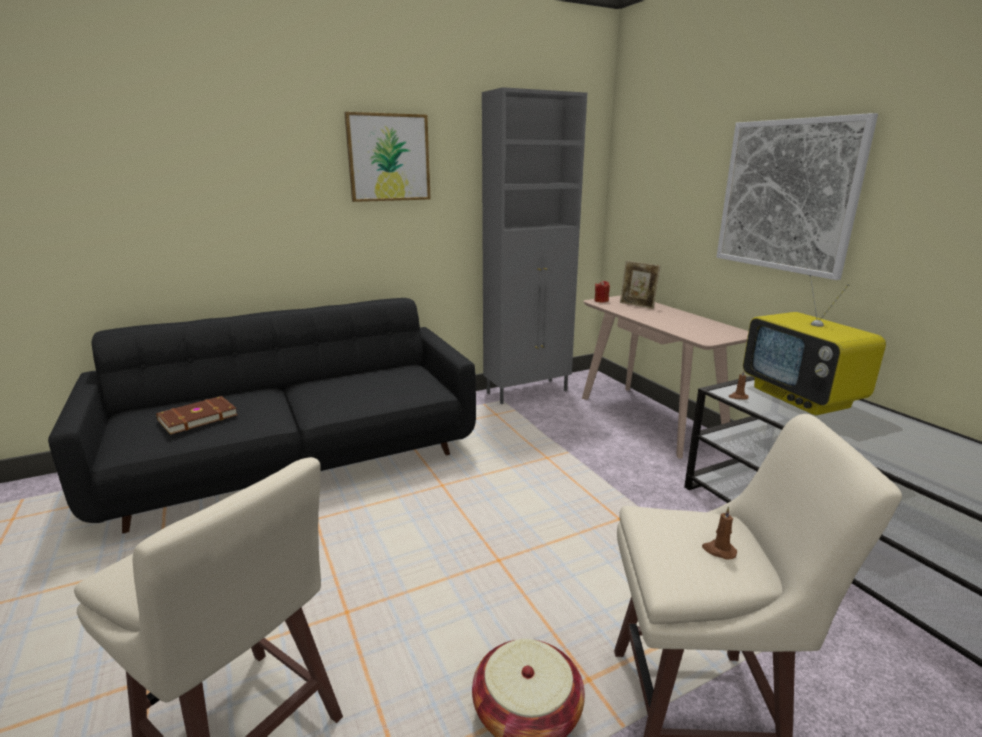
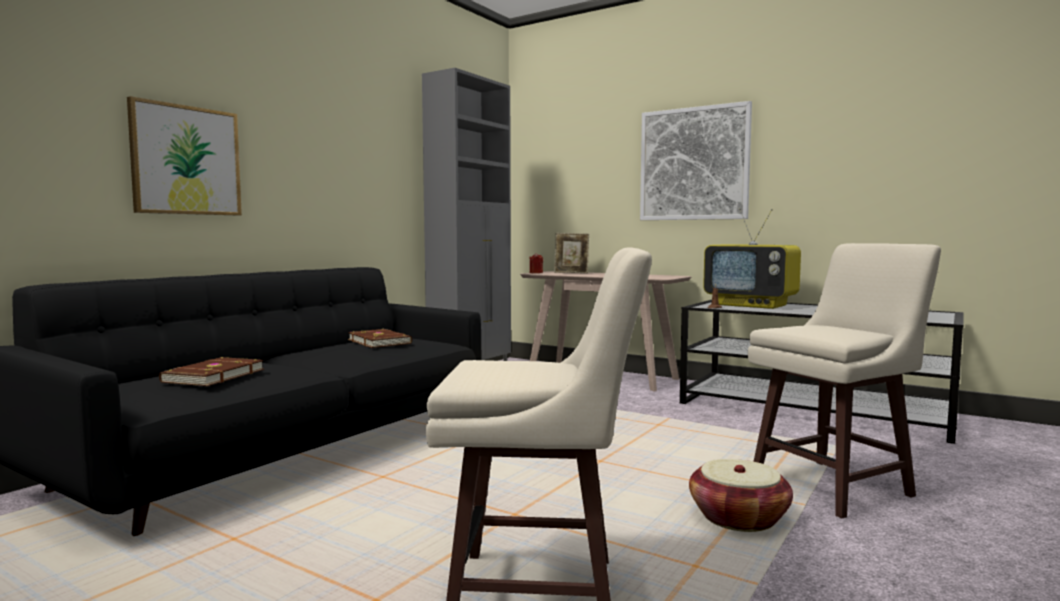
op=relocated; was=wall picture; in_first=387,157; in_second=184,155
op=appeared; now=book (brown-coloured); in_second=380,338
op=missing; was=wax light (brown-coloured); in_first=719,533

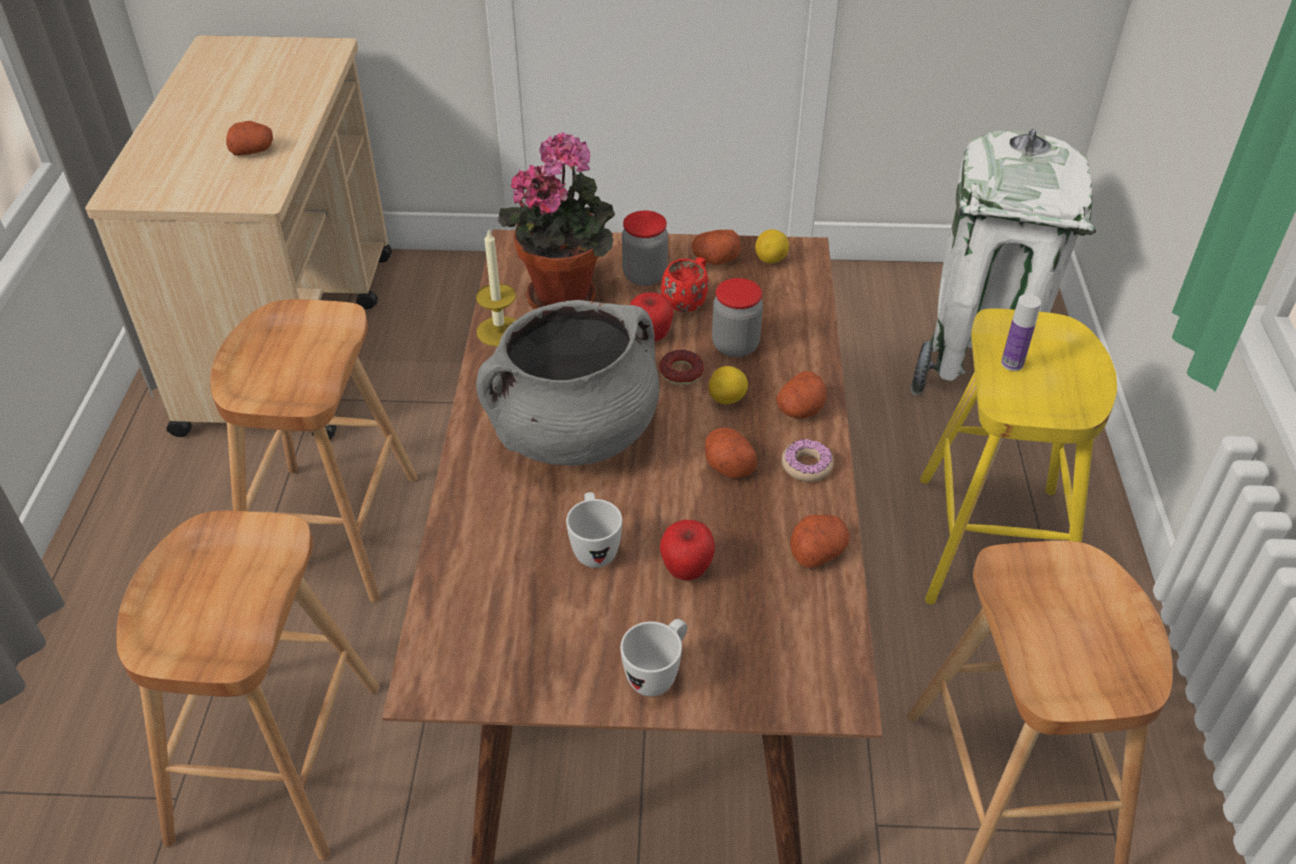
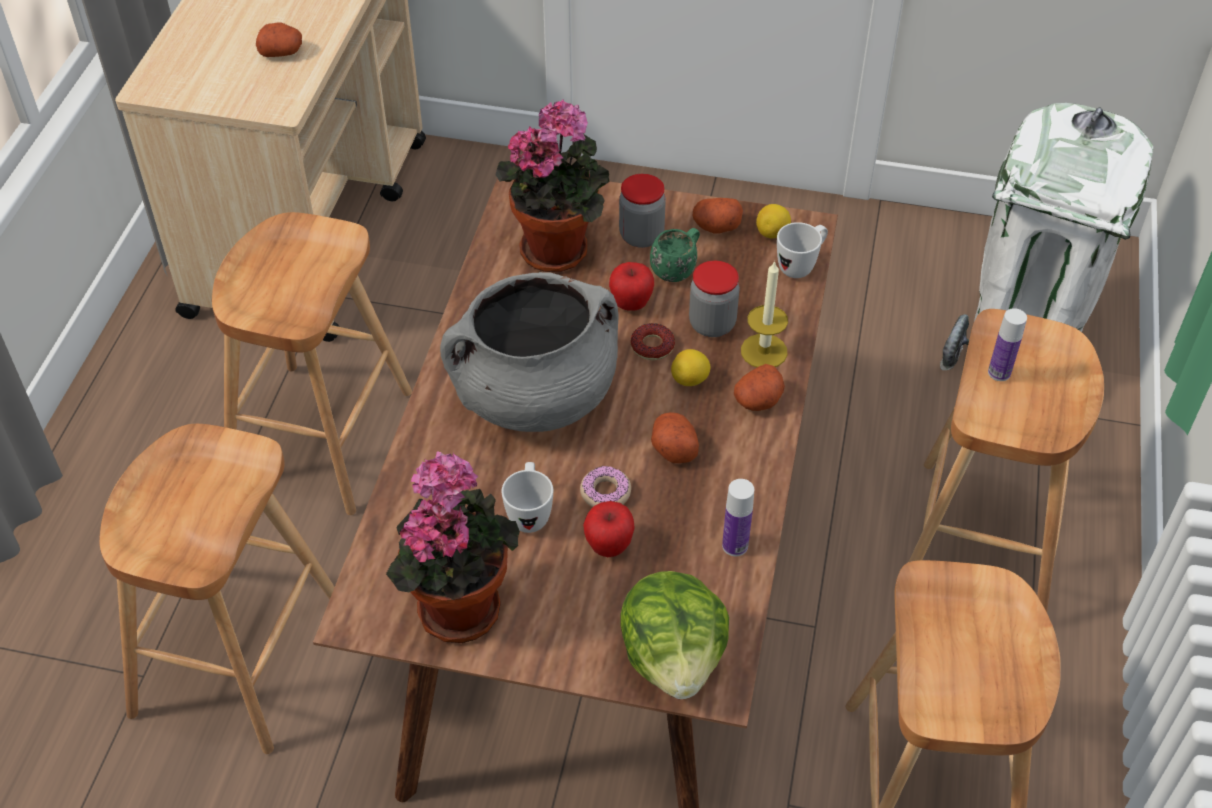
op=appeared; now=potted plant; in_second=453,547
op=relocated; was=donut; in_first=807,460; in_second=605,486
op=appeared; now=head of lettuce; in_second=675,635
op=colour; was=mug (red-coloured); now=mug (green-coloured); in_first=685,284; in_second=675,255
op=exchanged; was=spud; now=bottle; in_first=819,541; in_second=738,517
op=relocated; was=wax light; in_first=496,287; in_second=764,313
op=relocated; was=mug (white); in_first=653,658; in_second=802,250
op=colour; was=stool seat (yellow); now=stool seat (brown-coloured); in_first=1018,456; in_second=1006,460

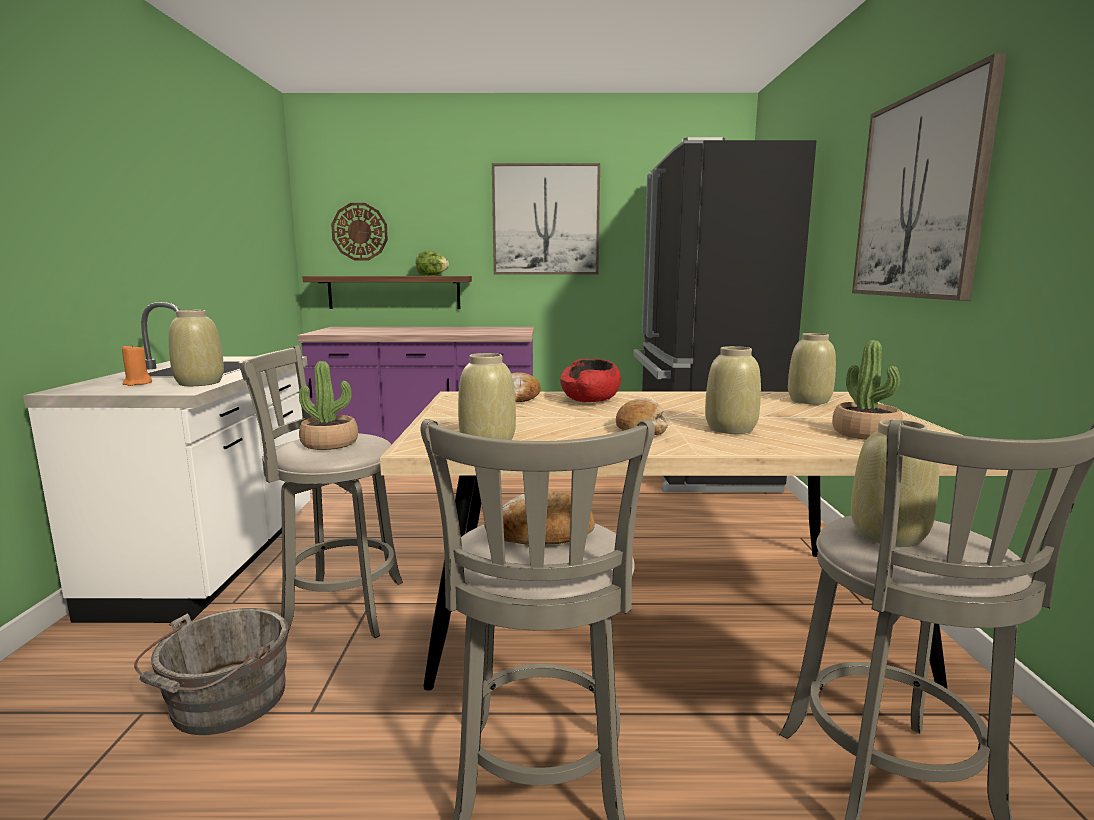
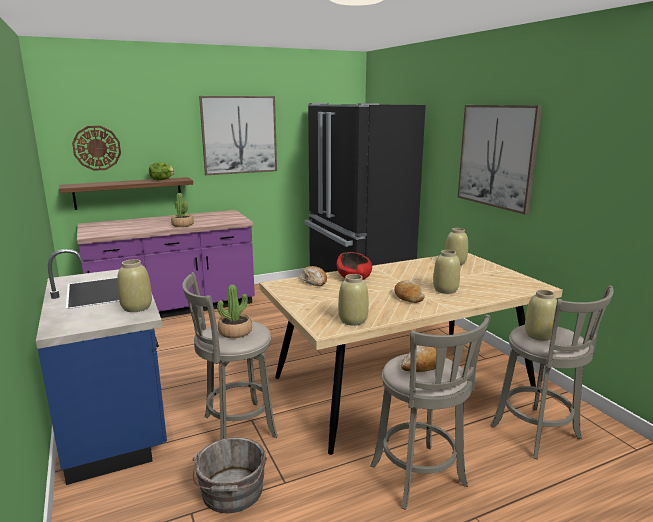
op=colour; was=counter (white); now=counter (bluish); in_first=167,462; in_second=101,367
op=relocated; was=potted plant; in_first=867,390; in_second=182,210
op=missing; was=wax light (orange); in_first=137,365

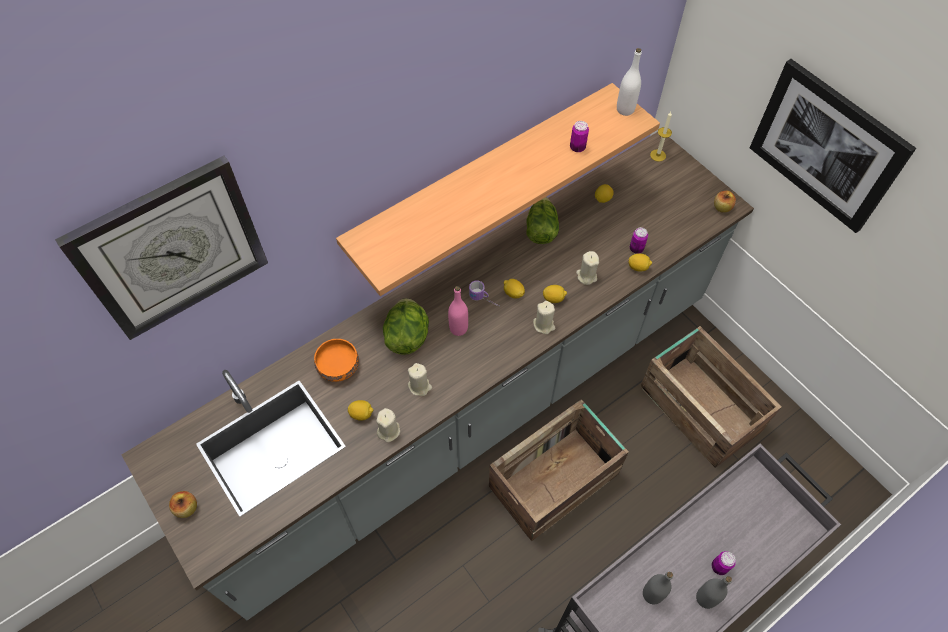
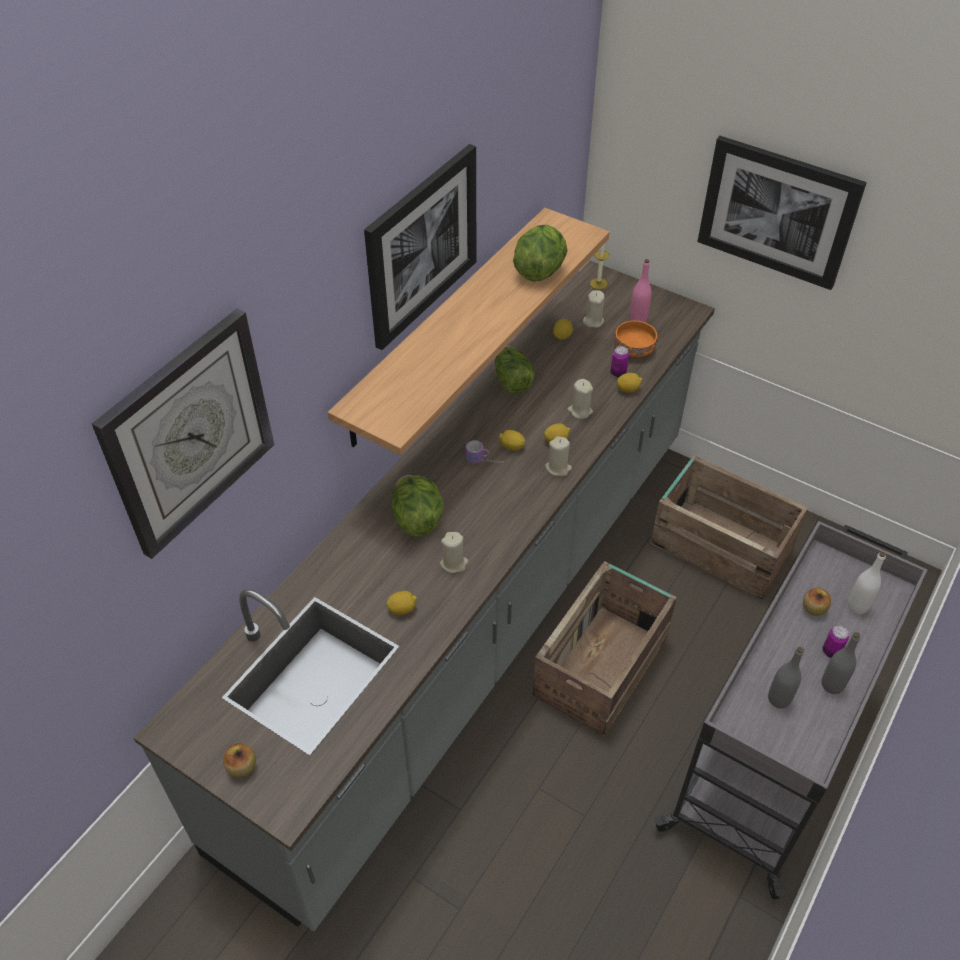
op=appeared; now=wall picture; in_second=420,247
op=exchanged; was=sealed can; now=head of lettuce; in_first=579,136; in_second=540,253
op=relocated; was=wax light (sand-coloured); in_first=388,425; in_second=594,309
op=relocated; was=bowl (orange); in_first=336,360; in_second=635,339
op=relocated; was=bottle (pinkish); in_first=458,311; in_second=641,291
op=relocated; was=apple; in_first=725,202; in_second=817,601
op=relocated; was=bottle (white); in_first=629,82; in_second=866,583

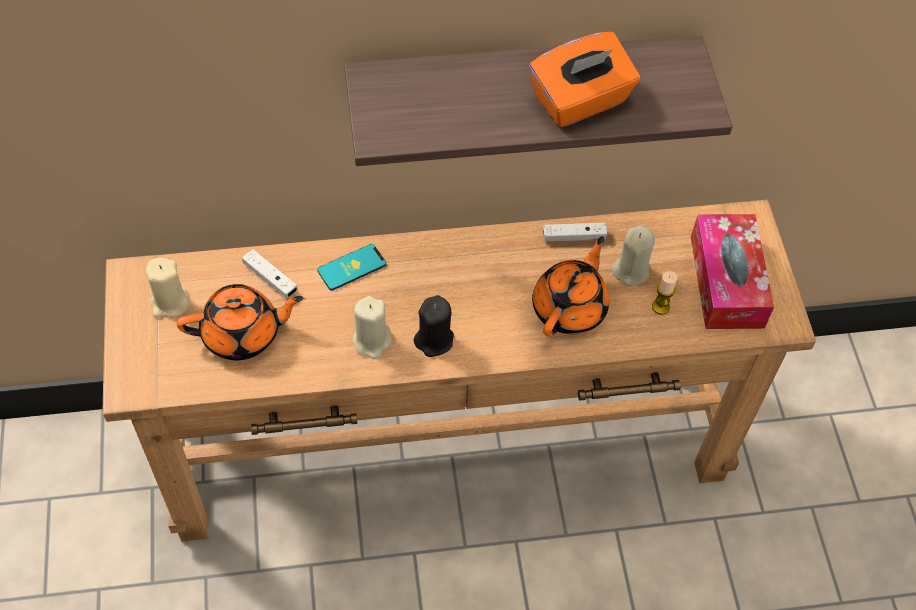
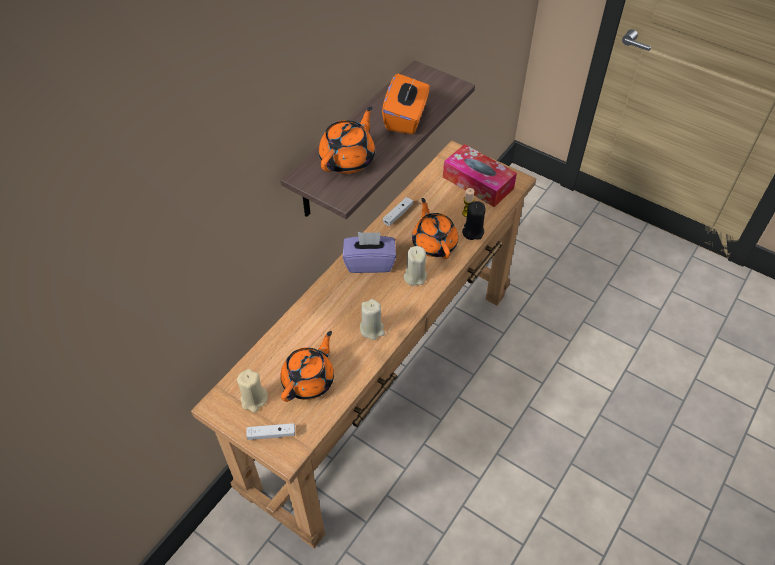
op=relocated; was=joypad (white); in_first=270,273; in_second=270,431
op=appeared; now=pot for tea (orange); in_second=347,140
op=appeared; now=box of tissues (purple-coloured); in_second=369,252
op=relocated; was=wax light (sand-coloured); in_first=633,256; in_second=415,266
op=relocated; was=wax light (blackish); in_first=434,326; in_second=474,220
op=missing; was=handset; in_first=351,267

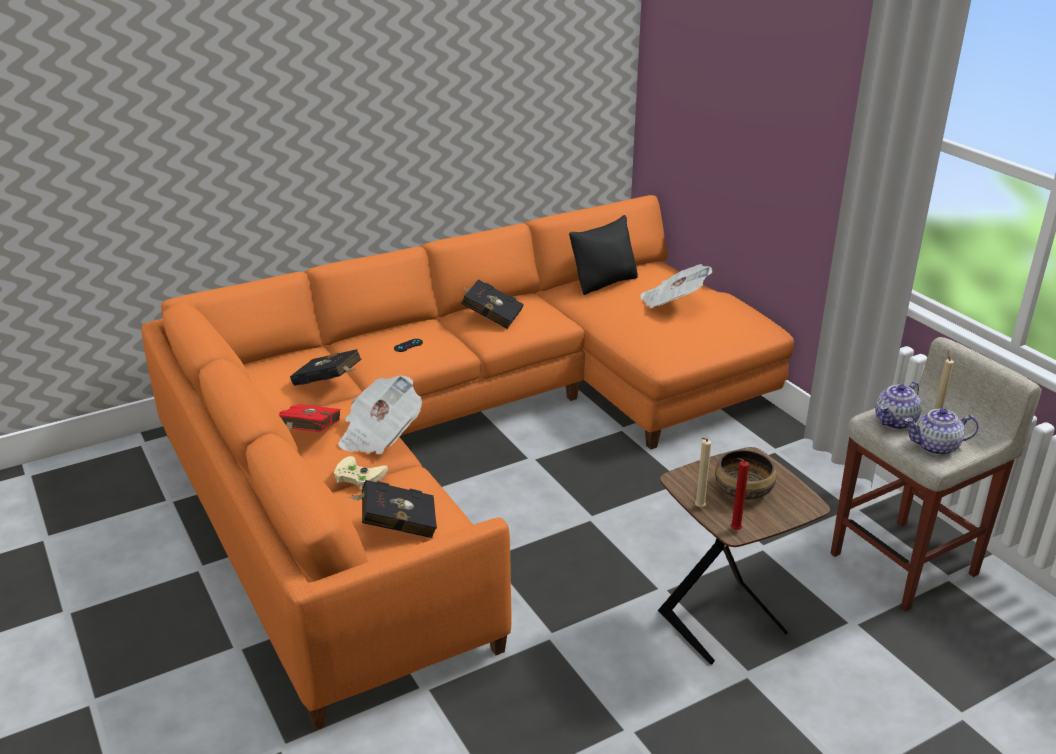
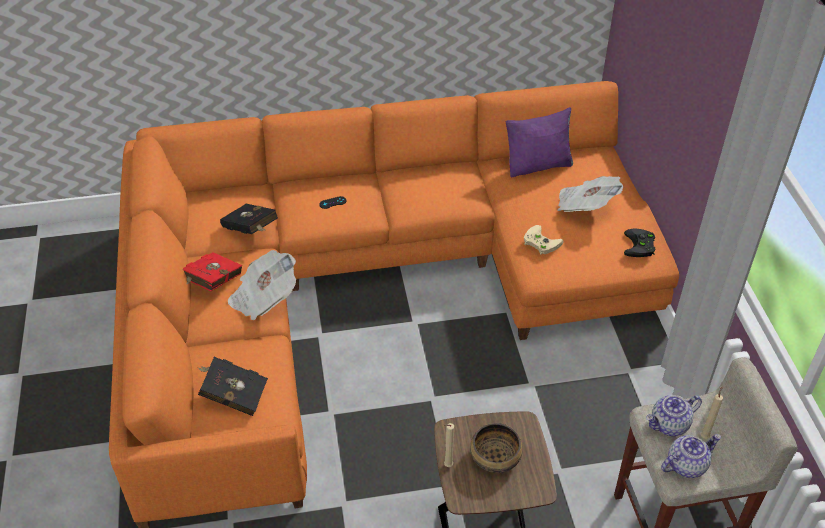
op=colour; was=throw pillow (blackish); now=throw pillow (purple-coloured); in_first=603,255; in_second=539,142
op=relocated; was=joypad (sand-coloured); in_first=361,473; in_second=544,240
op=appeared; now=joypad (blackish); in_second=639,242
op=spun; was=pot for tea; in_first=941,431; in_second=691,456; clockwise=135
op=missing; was=book (blackish); in_first=492,304
op=missing; was=wax light (red-coloured); in_first=740,494

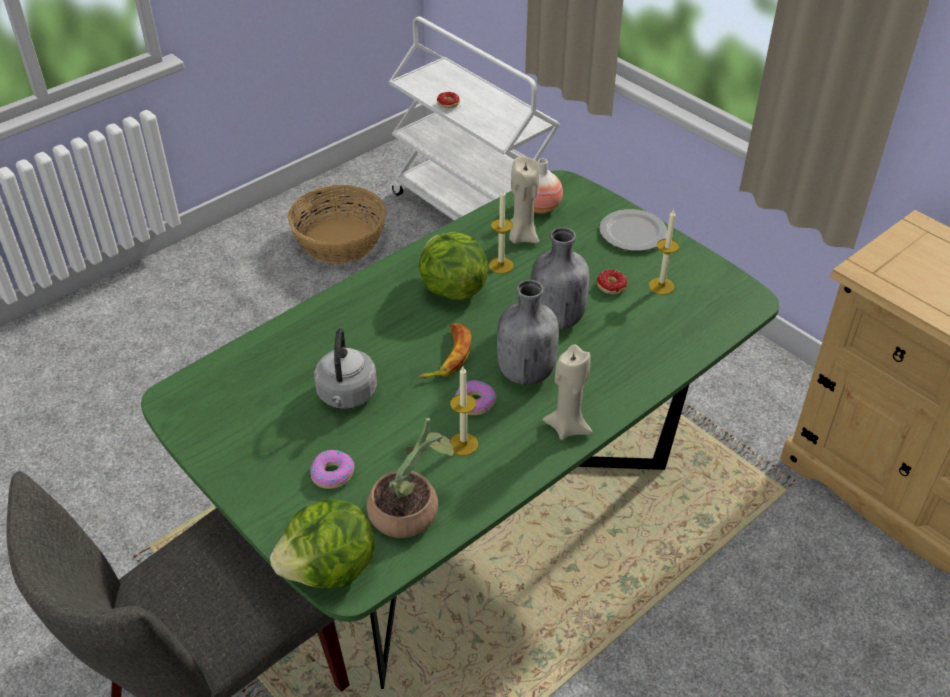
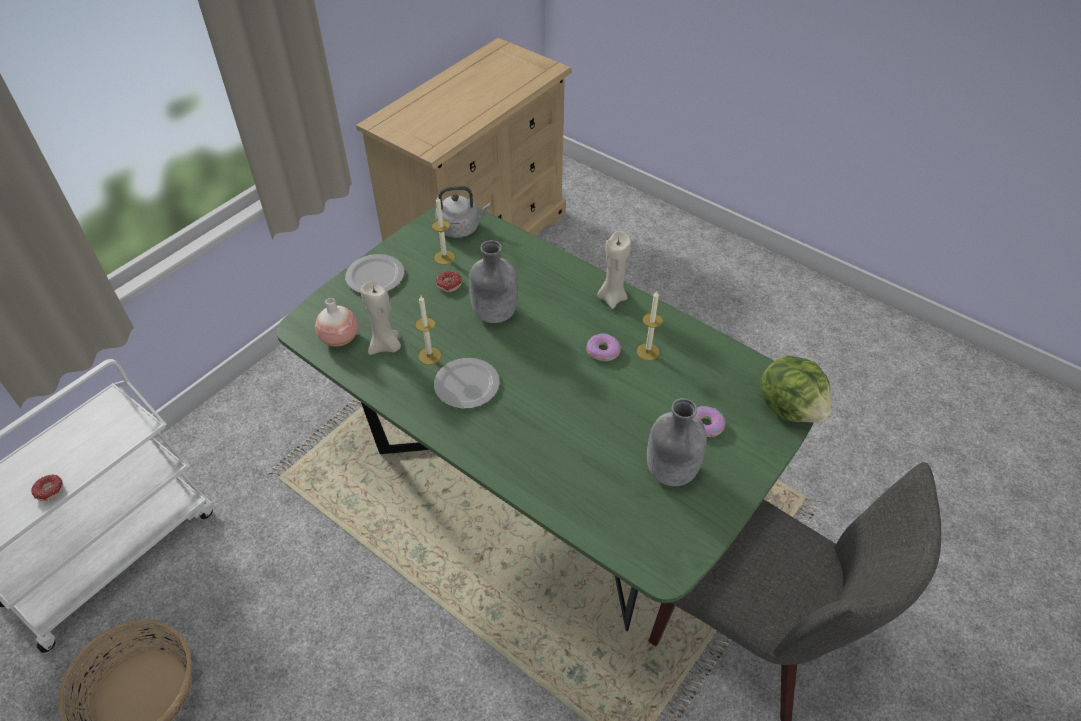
op=exchanged; was=head of lettuce; now=dinner plate; in_first=453,266; in_second=467,383
op=relocated; was=water kettle (grey); in_first=345,368; in_second=463,212
op=relocated; was=bottle (grey); in_first=528,332; in_second=677,442
op=missing; was=potted plant; in_first=410,478
op=missing; was=banana fruit; in_first=444,350

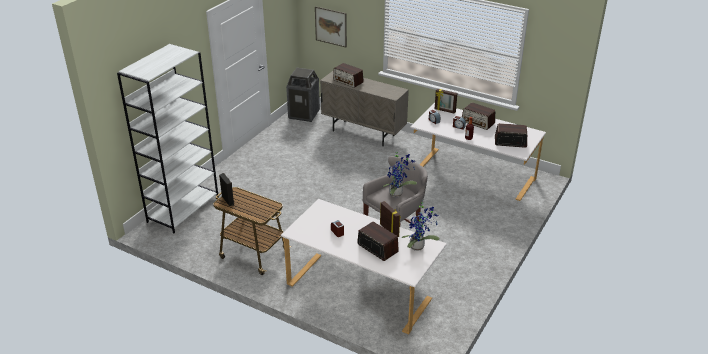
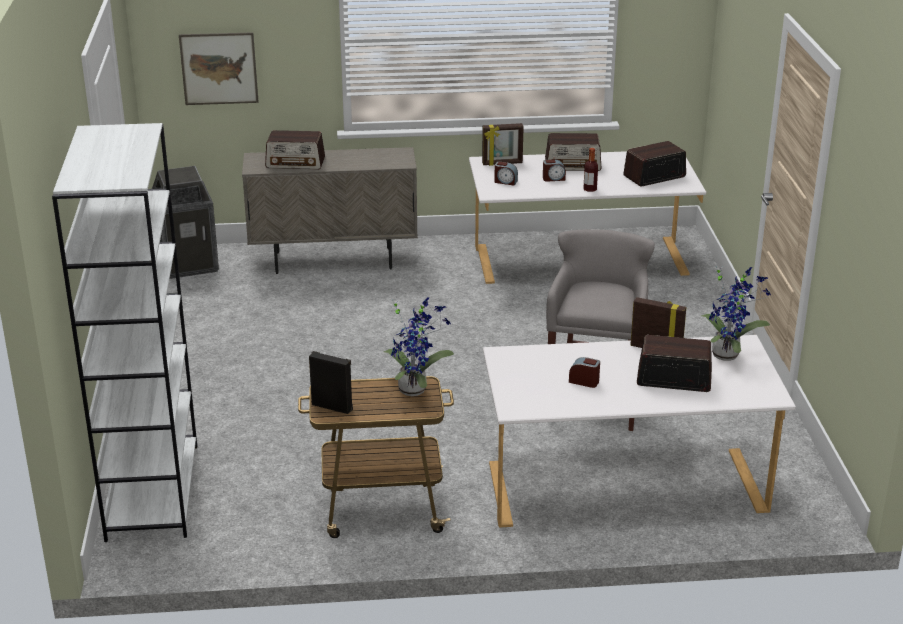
op=relocated; was=potted plant; in_first=400,174; in_second=418,347

